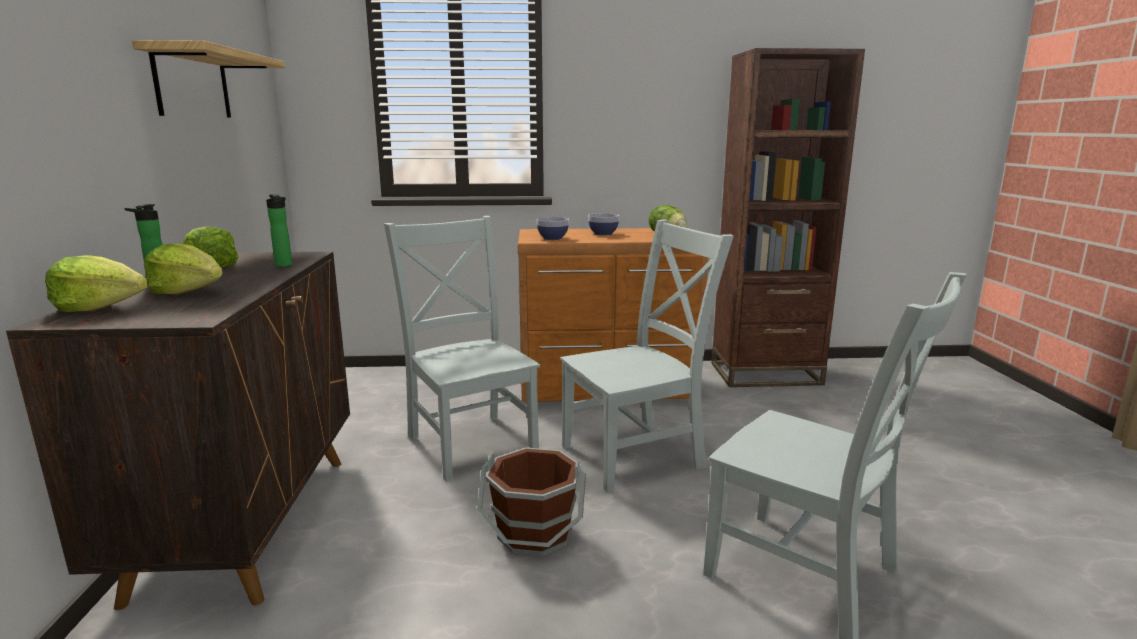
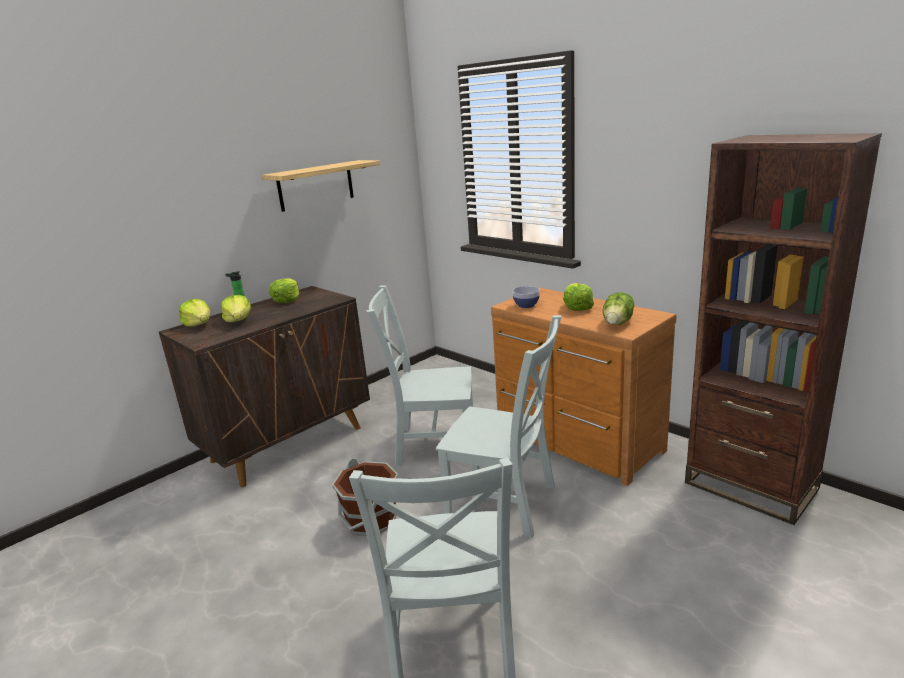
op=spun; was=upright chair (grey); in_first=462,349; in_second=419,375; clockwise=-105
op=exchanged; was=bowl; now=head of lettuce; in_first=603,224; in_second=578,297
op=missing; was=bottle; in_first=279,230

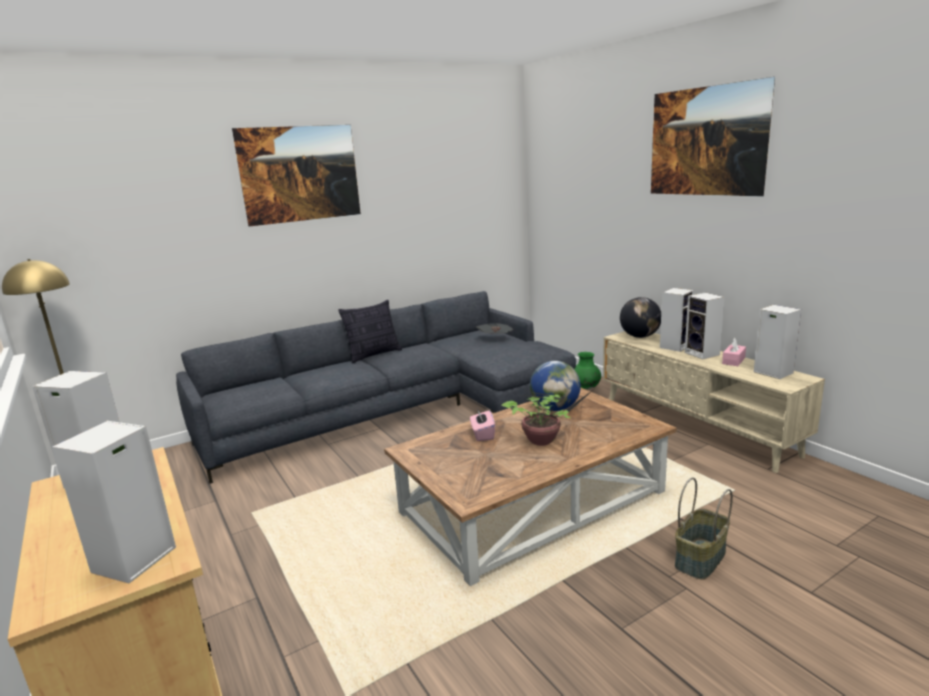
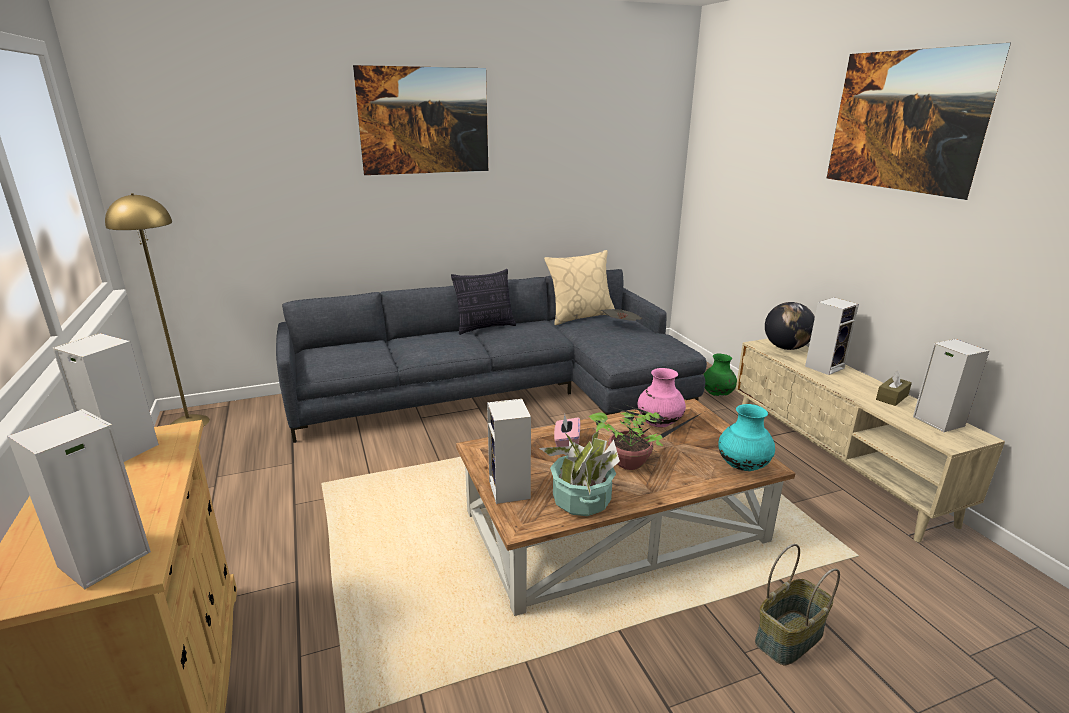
op=relocated; was=audio speaker; in_first=705,326; in_second=509,451
op=appeared; now=potted plant; in_second=580,473
op=appeared; now=throw pillow (sand-coloured); in_second=579,287
op=exchanged; was=desk globe; now=flower vase (pinkish); in_first=555,386; in_second=662,397
op=appeared; now=flower vase (turquoise); in_second=746,437
op=colour; was=box of tissues (pinkish); now=box of tissues (brown-coloured); in_first=734,352; in_second=894,388

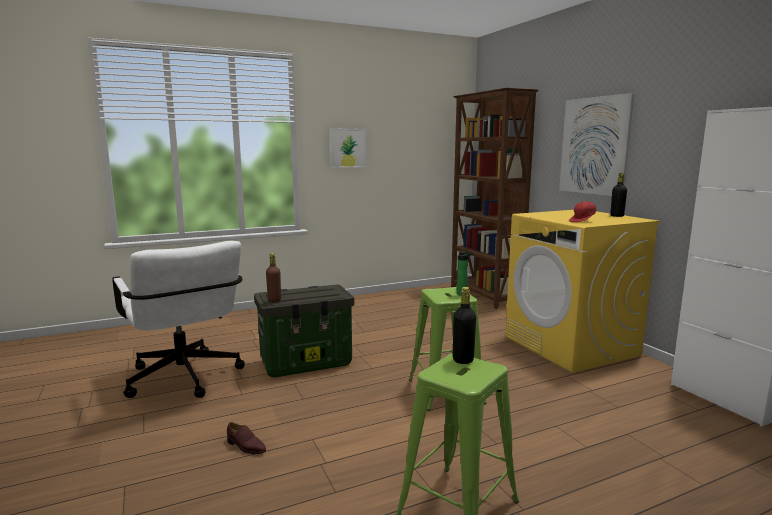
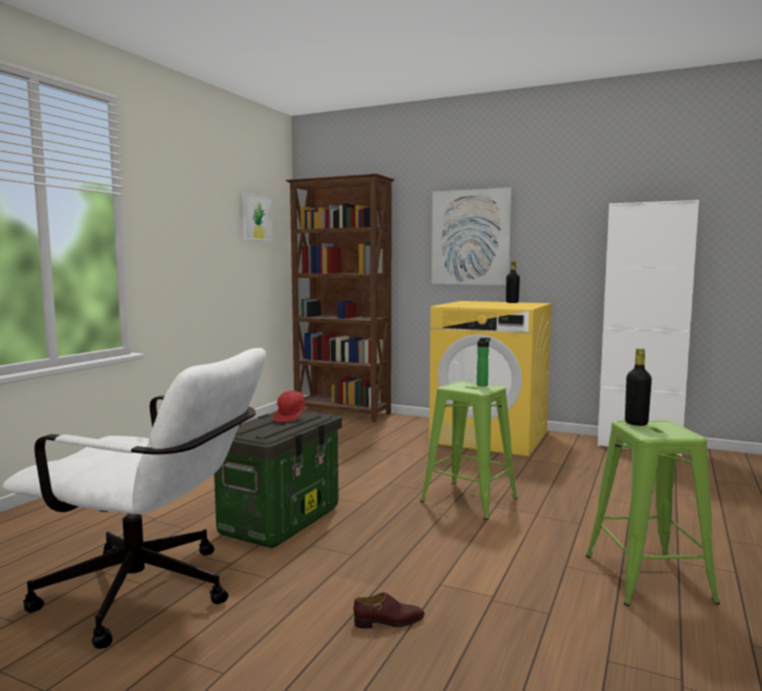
op=relocated; was=wall picture; in_first=348,148; in_second=257,217
op=relocated; was=baseball cap (red-coloured); in_first=582,211; in_second=289,406
op=missing; was=bottle (brown-coloured); in_first=273,277

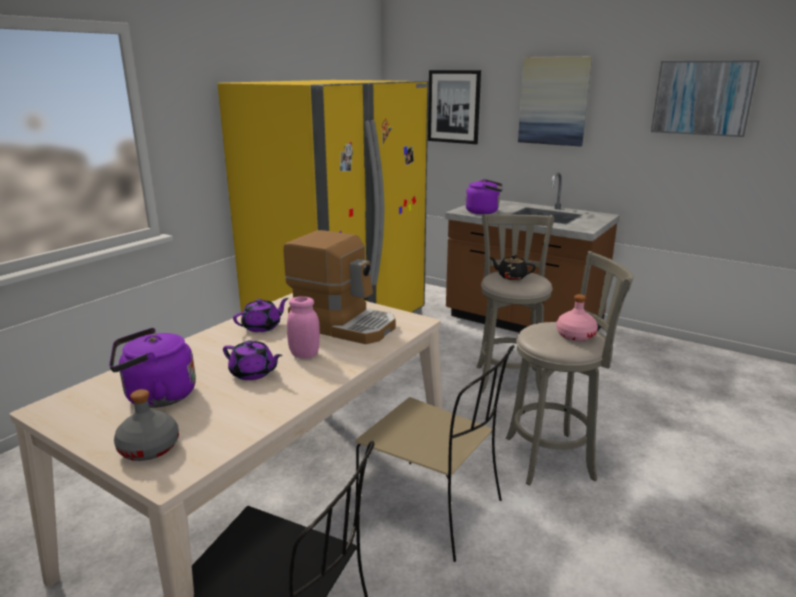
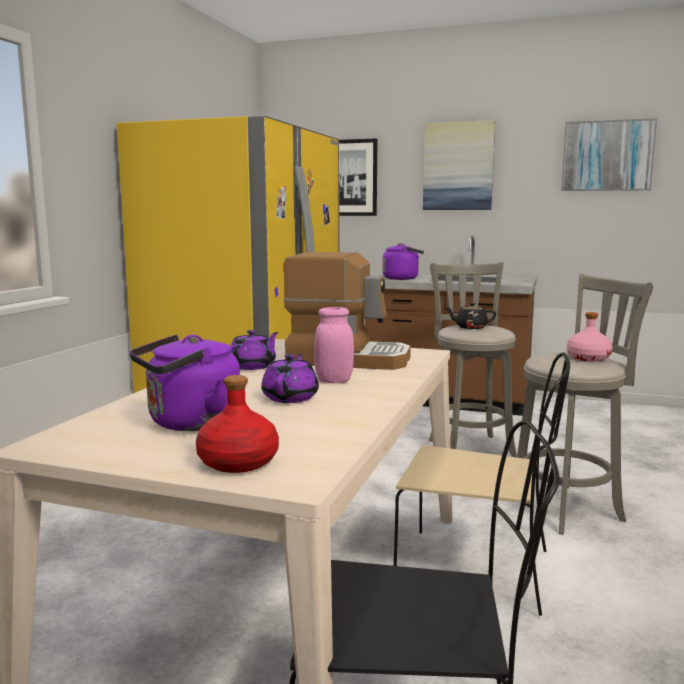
op=colour; was=bottle (grey); now=bottle (red-coloured); in_first=146,425; in_second=237,424
op=spun; was=pot for tea (purple-coloured); in_first=253,360; in_second=290,378; clockwise=-90

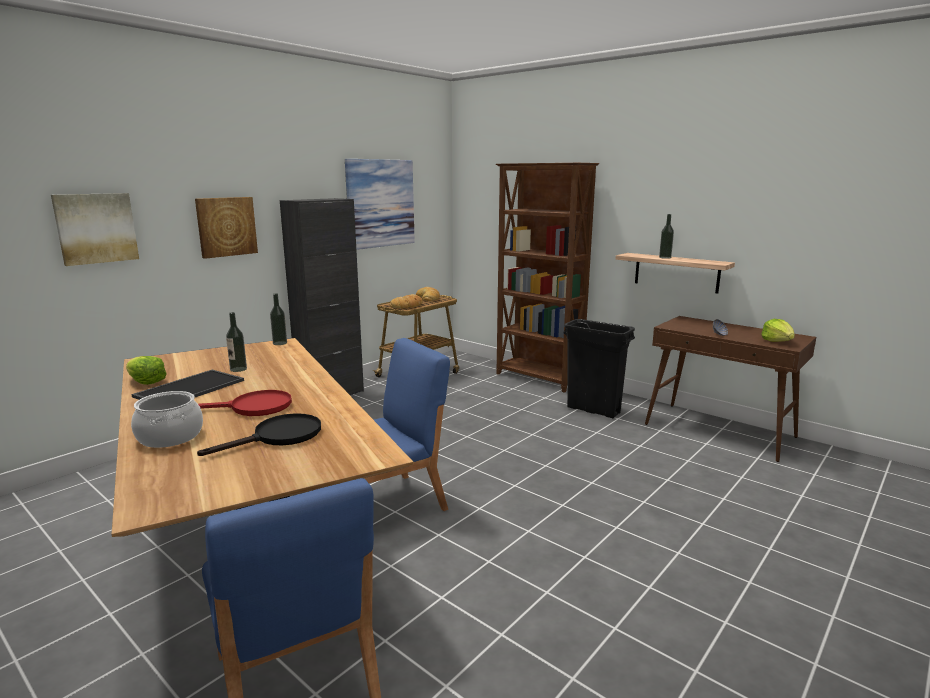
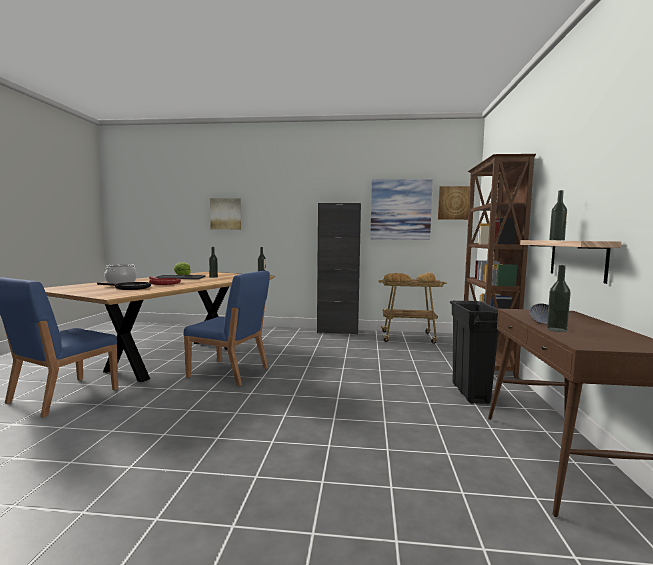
op=relocated; was=wall picture; in_first=226,228; in_second=454,203
op=appeared; now=bottle; in_second=559,298
op=missing; was=head of lettuce; in_first=778,330

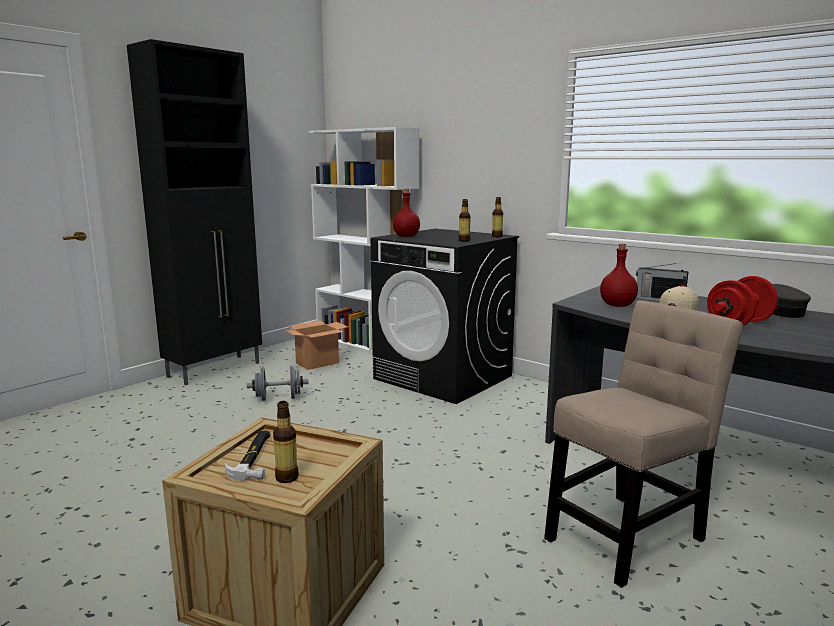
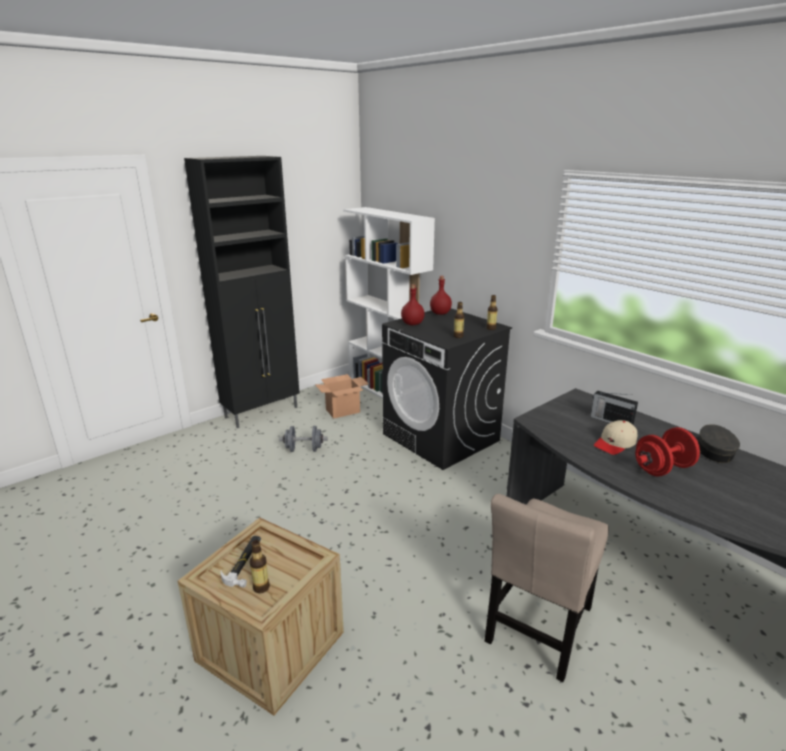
op=relocated; was=bottle (red-coloured); in_first=619,275; in_second=441,295
op=spun; was=upright chair (sand-coloured); in_first=643,444; in_second=547,588; clockwise=150

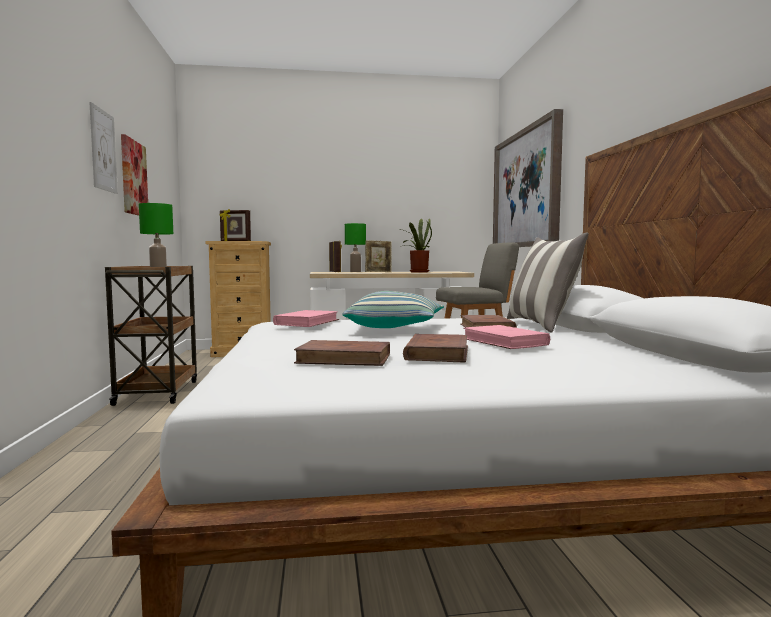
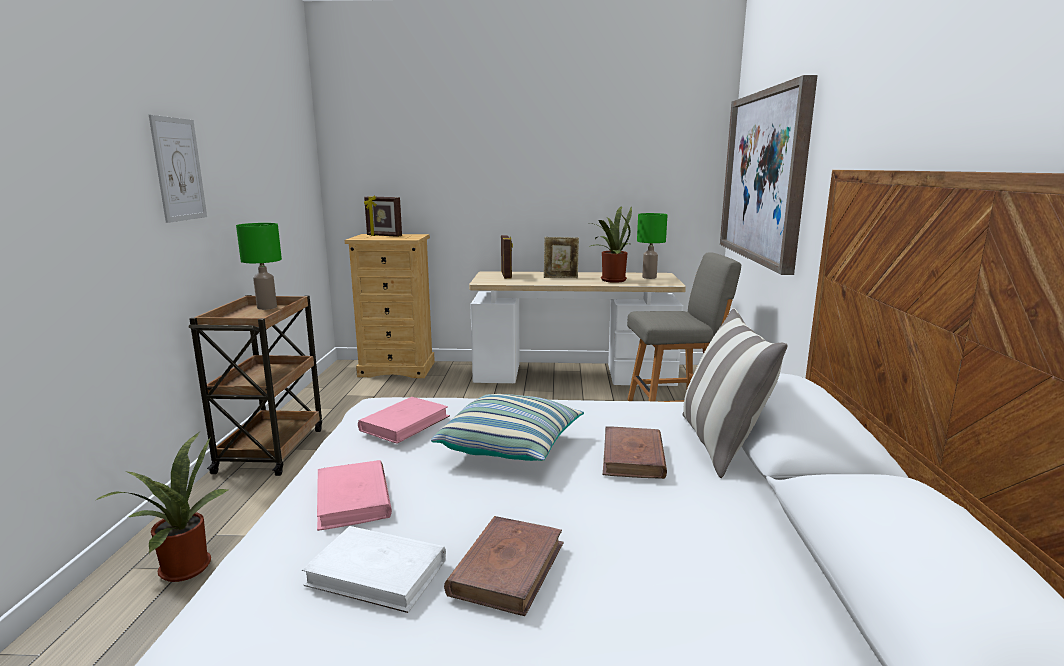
op=appeared; now=potted plant; in_second=162,506
op=colour; was=book (brown-coloured); now=book (white); in_first=342,353; in_second=374,569
op=relocated; was=book (pinkish); in_first=506,337; in_second=354,495
op=relocated; was=tabletop lamp (green-coloured); in_first=355,247; in_second=652,246
op=missing; was=wall picture; in_first=134,175

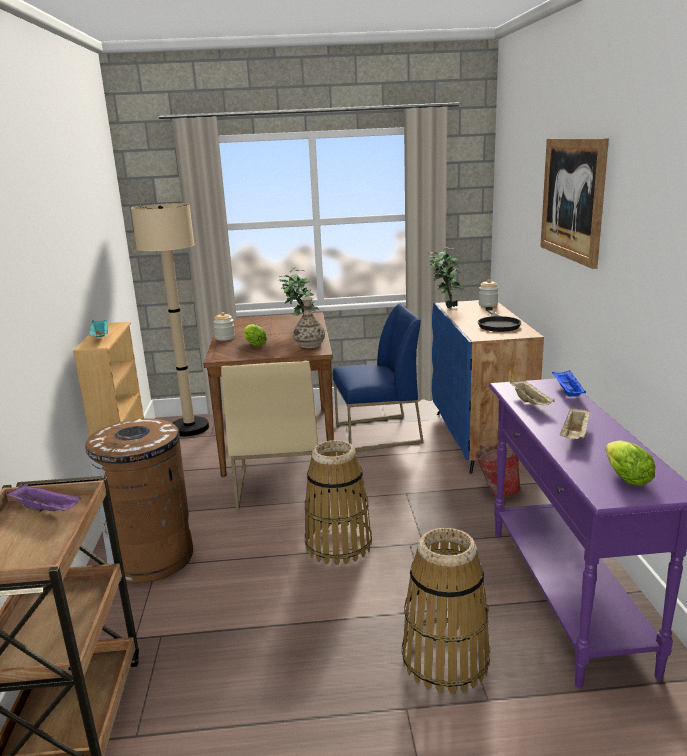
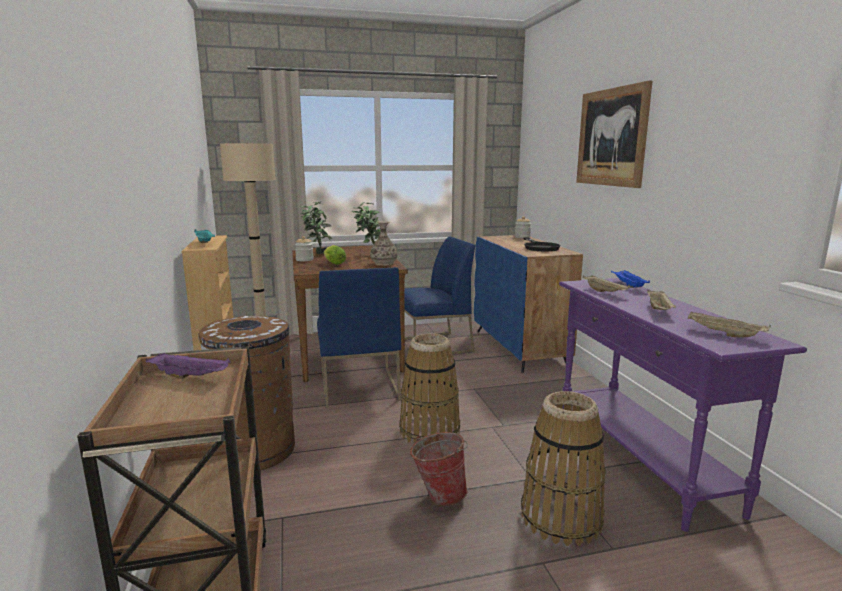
op=relocated; was=potted plant; in_first=447,276; in_second=316,227
op=colour; was=upright chair (sand-coloured); now=upright chair (bluish); in_first=269,436; in_second=359,337
op=relocated; was=pail; in_first=498,470; in_second=439,469
op=exchanged; was=head of lettuce; now=serving tray (sand-coloured); in_first=630,463; in_second=729,324

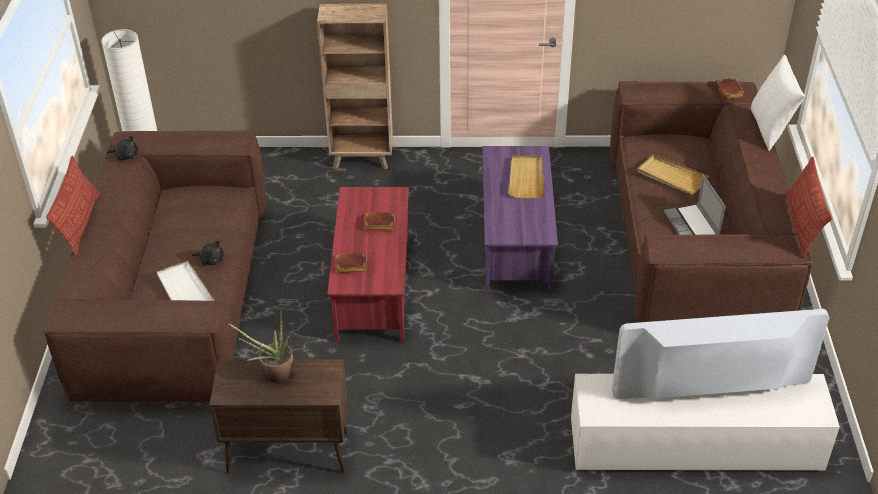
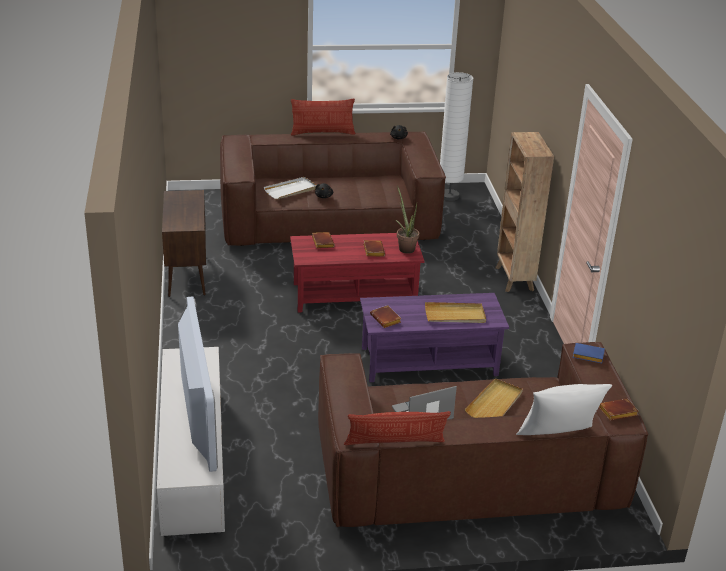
op=appeared; now=book (brown-coloured); in_second=385,316
op=relocated; was=potted plant; in_first=260,346; in_second=407,220
op=appeared; now=book (bluish); in_second=589,353

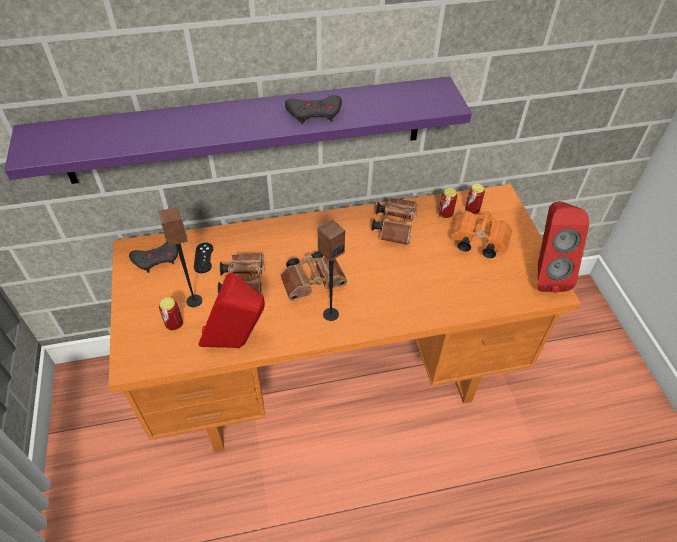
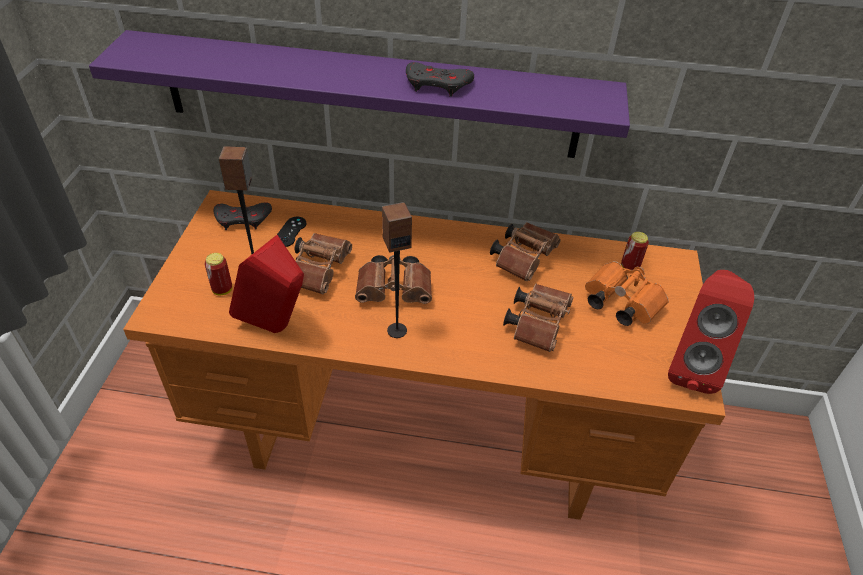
op=appeared; now=pair of binoculars (brown-coloured); in_second=538,318
op=missing; was=sealed can; in_first=447,203

